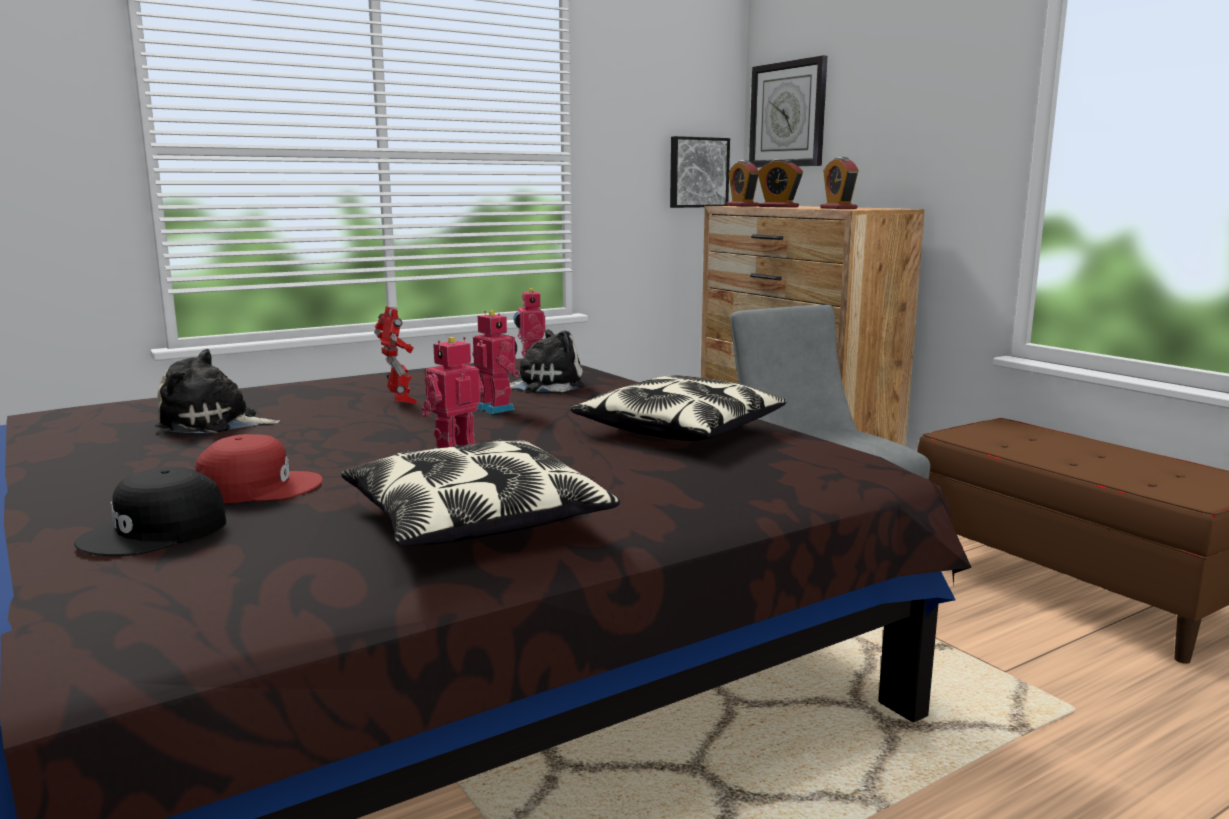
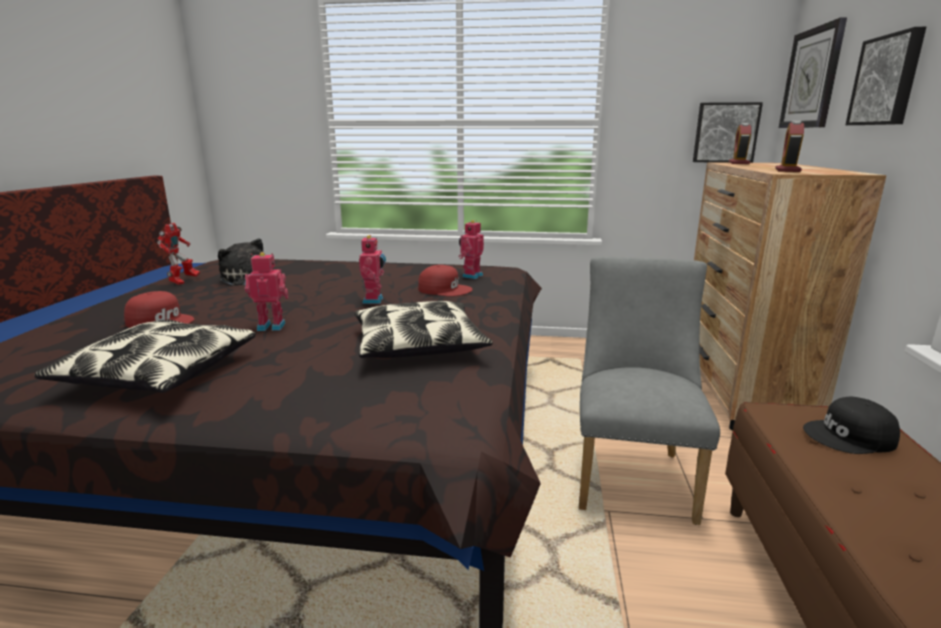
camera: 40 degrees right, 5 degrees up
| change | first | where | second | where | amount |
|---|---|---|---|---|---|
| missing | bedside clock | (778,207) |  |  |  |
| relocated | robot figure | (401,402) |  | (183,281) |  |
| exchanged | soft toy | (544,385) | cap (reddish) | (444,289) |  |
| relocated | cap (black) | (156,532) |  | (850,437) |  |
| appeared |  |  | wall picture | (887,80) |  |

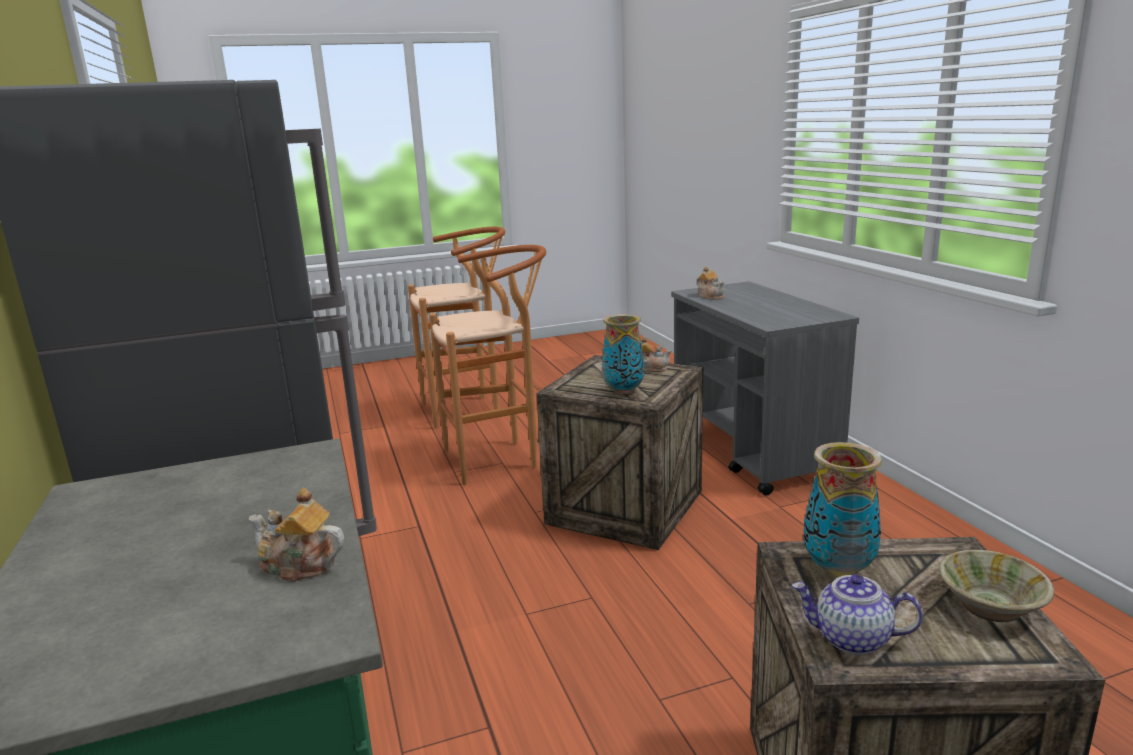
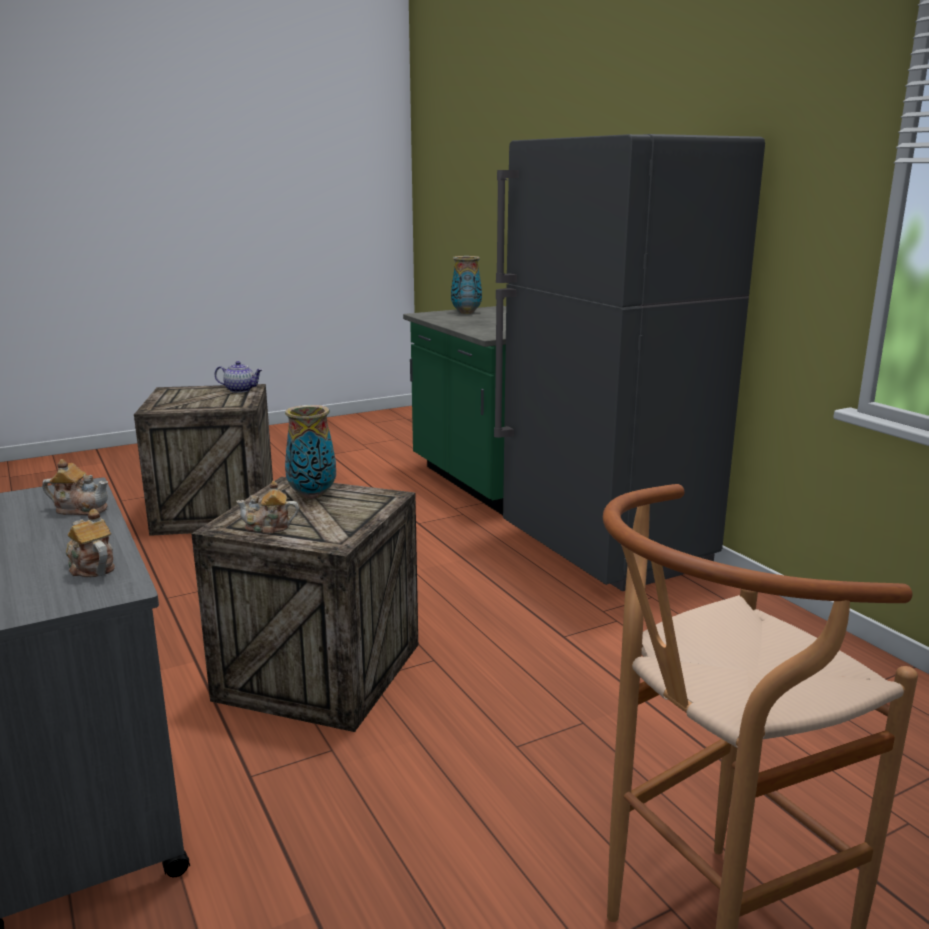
camera: 170 degrees right, 0 degrees up
| change | first | where | second | where | amount |
|---|---|---|---|---|---|
| missing | sitting stool (brown) | (500,459) |  |  |  |
| relocated | flower vase | (837,568) |  | (466,312) |  |
| relocated | teapot | (299,566) |  | (80,509) |  |
| missing | serving bowl (sand-coloured) | (990,607) |  |  |  |

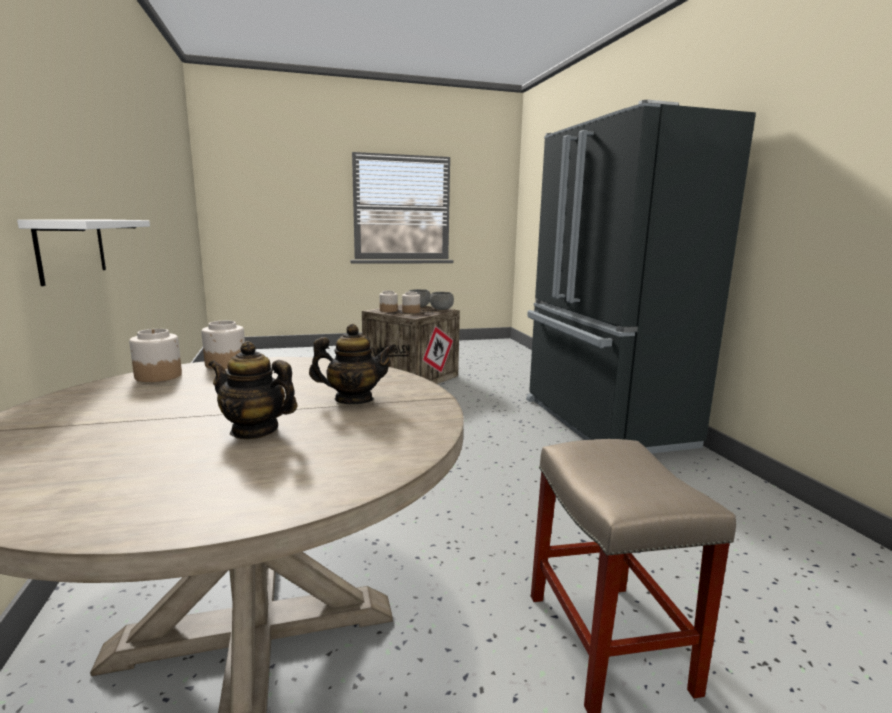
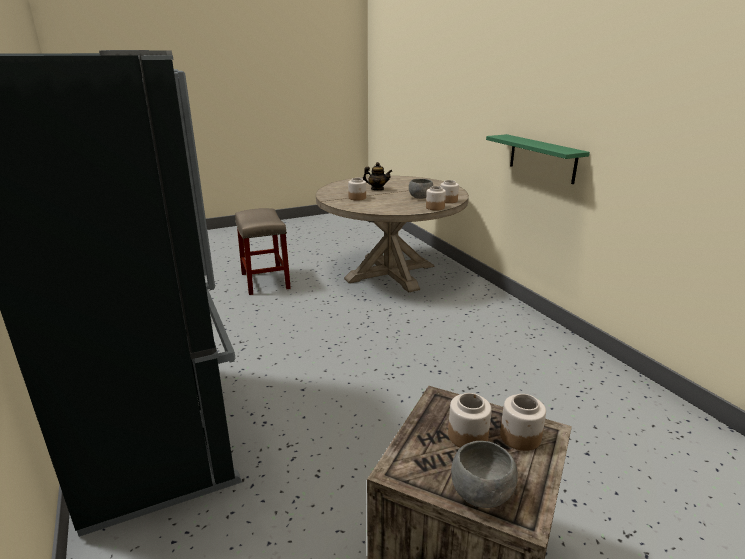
camera: 170 degrees right, 10 degrees up
| change | first | where | second | where | amount |
|---|---|---|---|---|---|
| colour | shelf (whitish) | (72,248) | shelf (greenish) | (542,158) |  |
| relocated | serving bowl (greyish) | (441,309) |  | (420,197) |  |
| exchanged | teapot | (353,400) | jar | (357,198) |  |

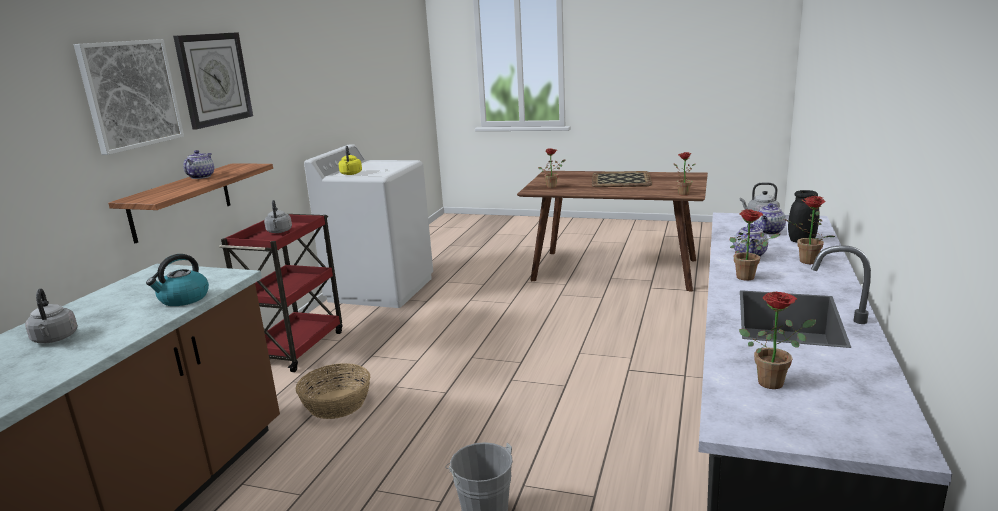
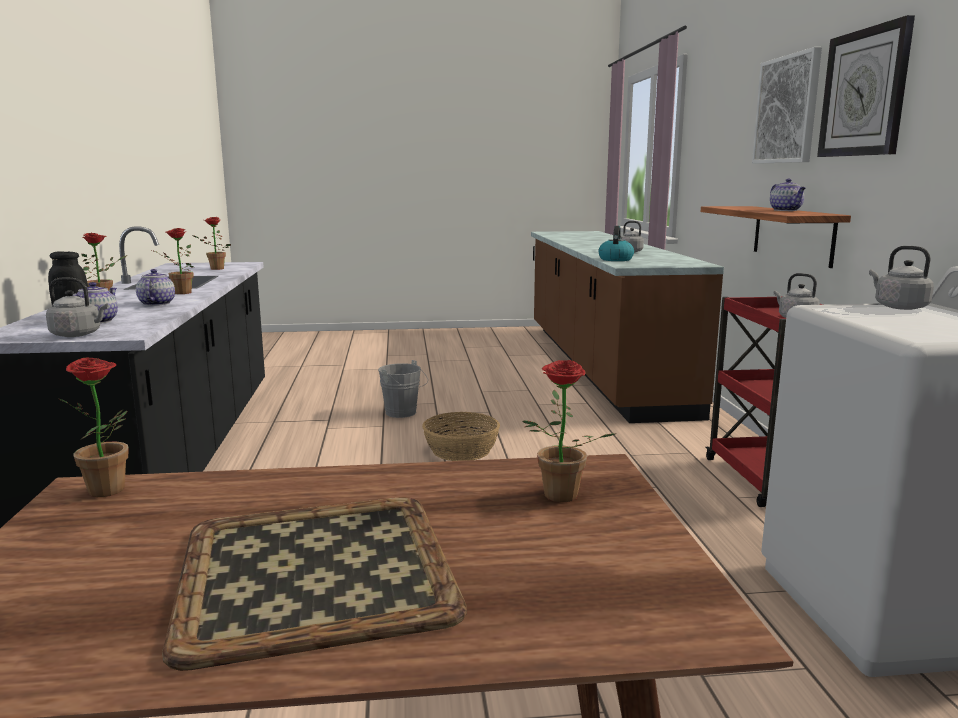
camera: 155 degrees right, 5 degrees down
| change | first | where | second | where | amount |
|---|---|---|---|---|---|
| colour | tea kettle (yellow-coloured) | (351,174) | tea kettle (greyish) | (898,307) |  |
| relocated | household basket | (336,404) |  | (461,450) |  |

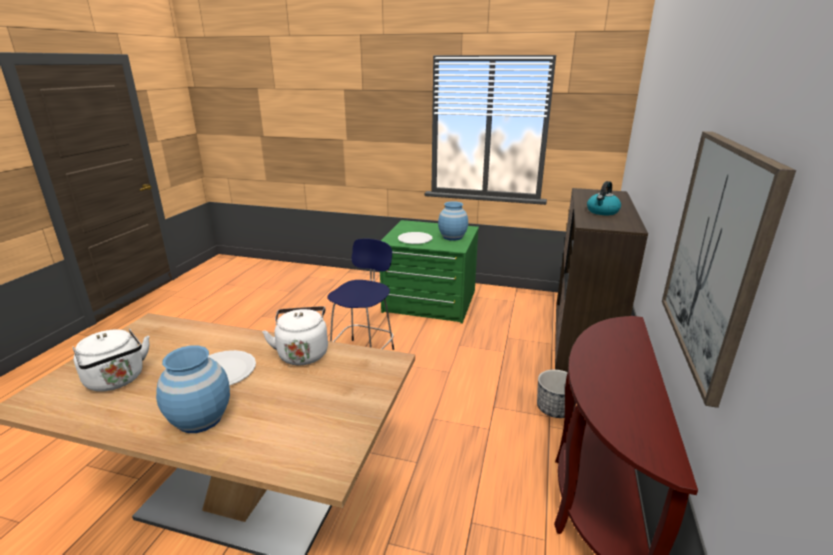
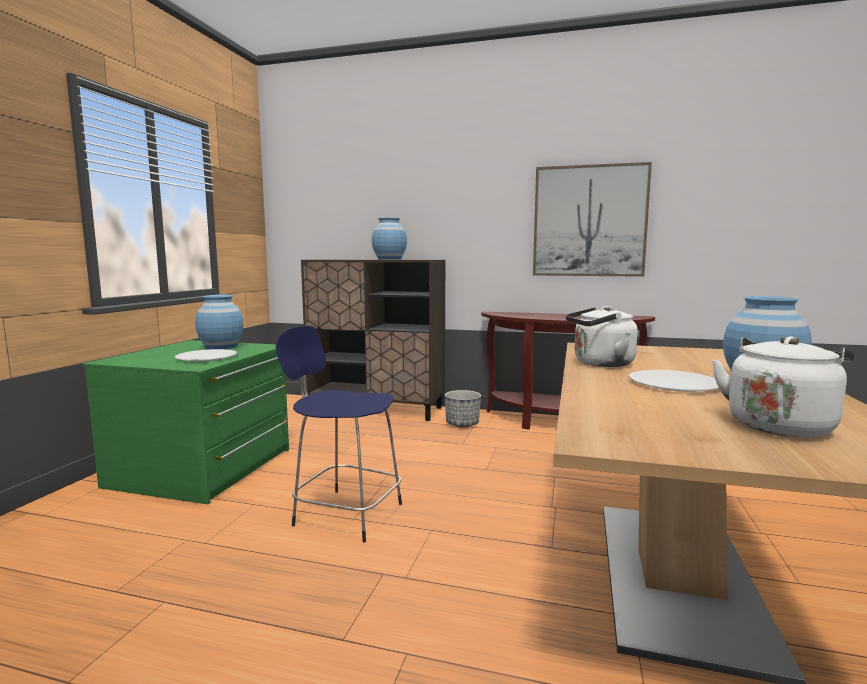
camera: 90 degrees left, 15 degrees down
| change | first | where | second | where | amount |
|---|---|---|---|---|---|
| exchanged | tea kettle | (602,212) | flower vase (blue) | (389,259) |  |

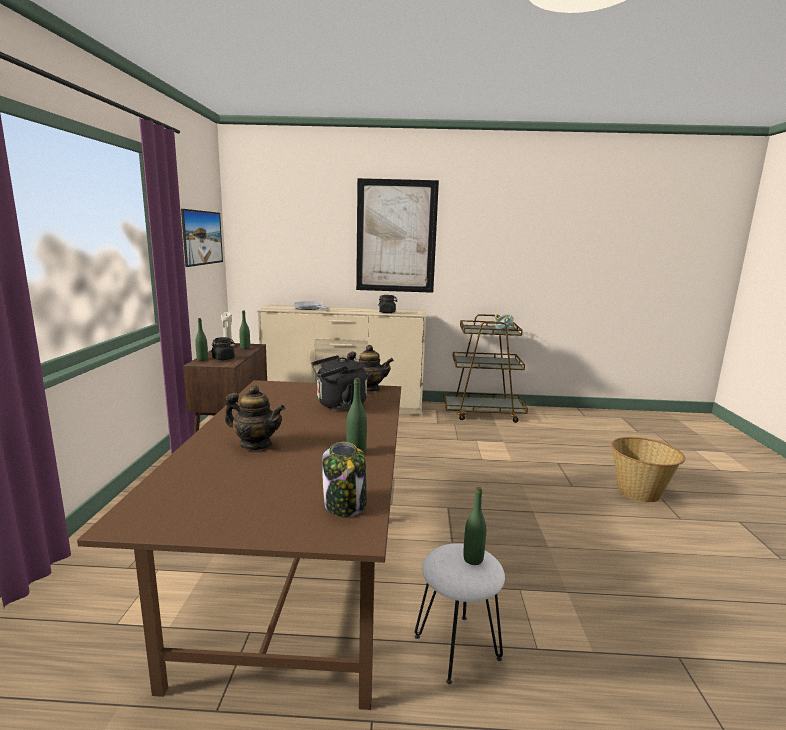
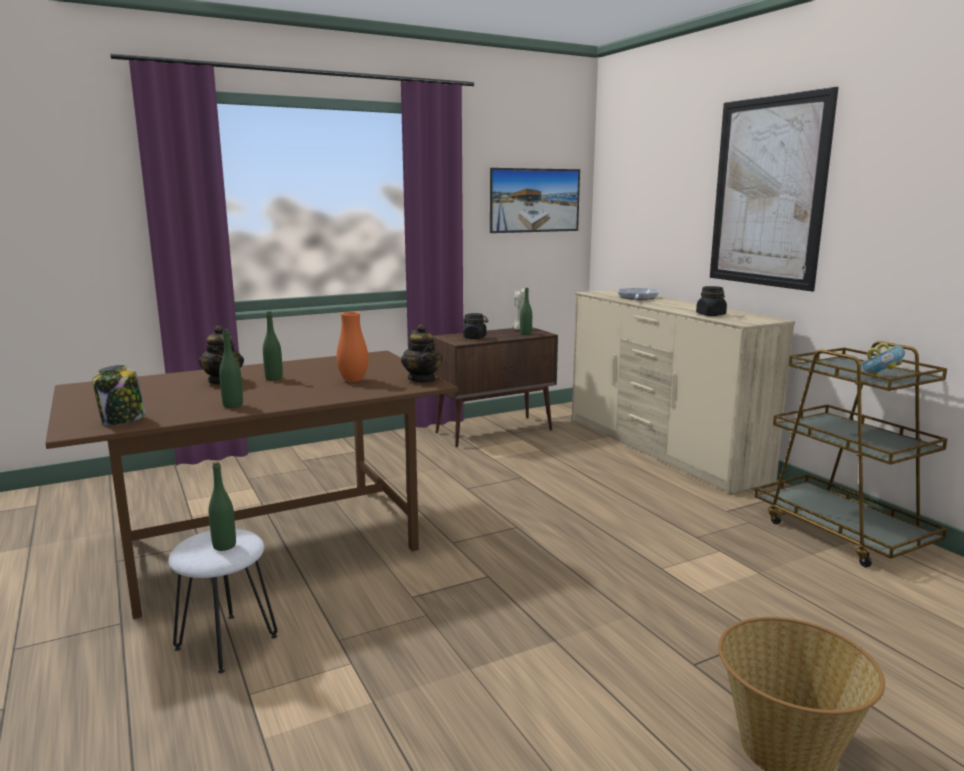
camera: 60 degrees right, 0 degrees up
| change | first | where | second | where | amount |
|---|---|---|---|---|---|
| relocated | drink bottle (greenish) | (202,359) |  | (274,378) |  |
| exchanged | tea kettle (black) | (338,405) | flower vase (orange) | (353,380) |  |

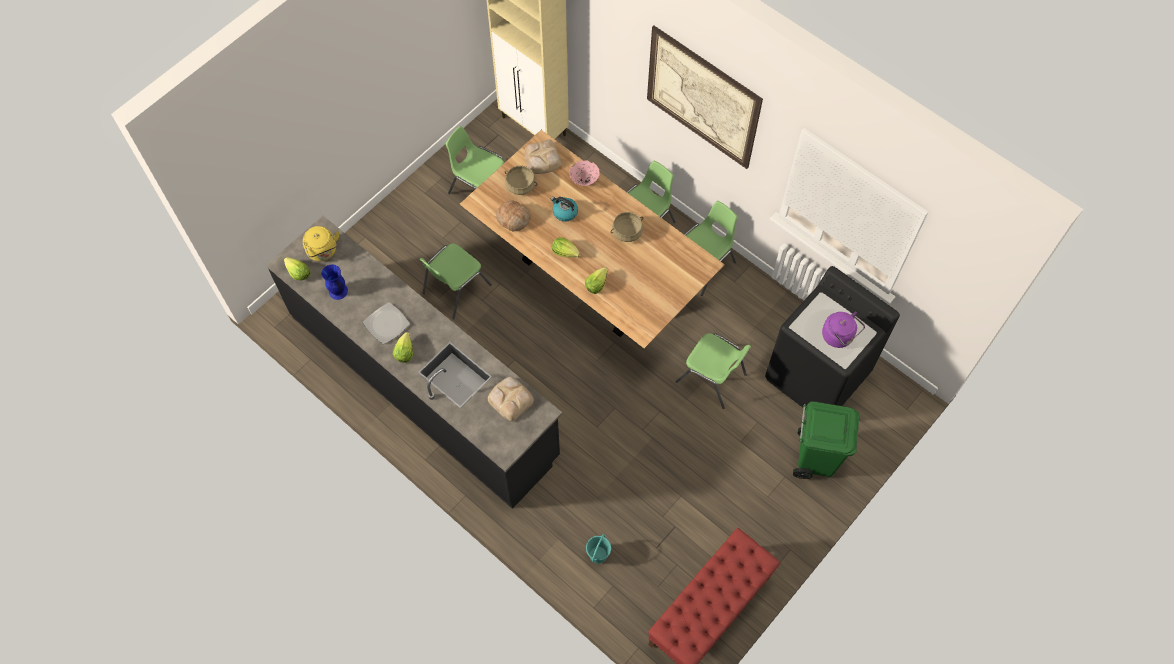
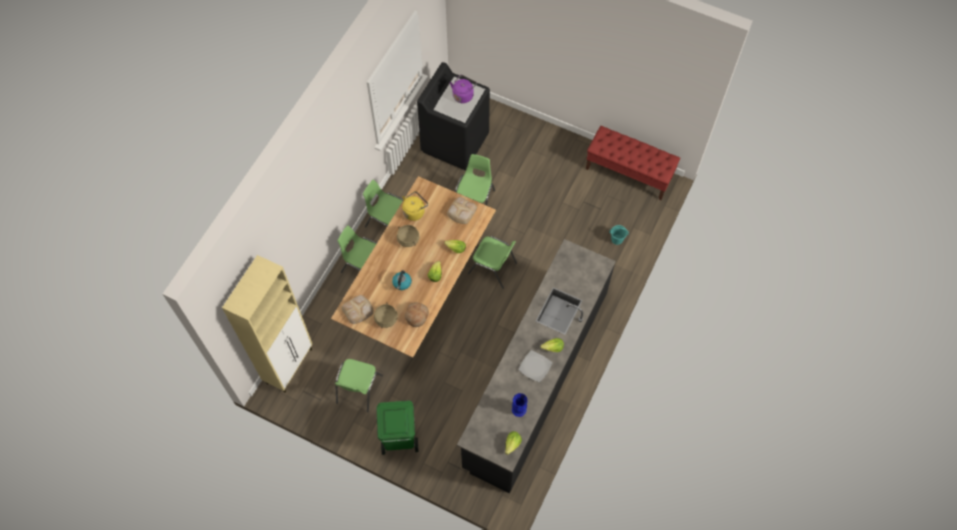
camera: 105 degrees left, 0 degrees up
| change | first | where | second | where | amount |
|---|---|---|---|---|---|
| missing | wall picture | (702,98) |  |  |  |
| missing | serving bowl (pink-coloured) | (584,179) |  |  |  |
| relocated | tea kettle (yellow-coloured) | (323,252) |  | (415,211) |  |
| relocated | upright chair (greenish) | (455,289) |  | (493,268) |  |
| relocated | baked bread | (510,399) |  | (461,211) |  |
| relocated | rubbish bin (greenish) | (815,457) |  | (399,439) |  |

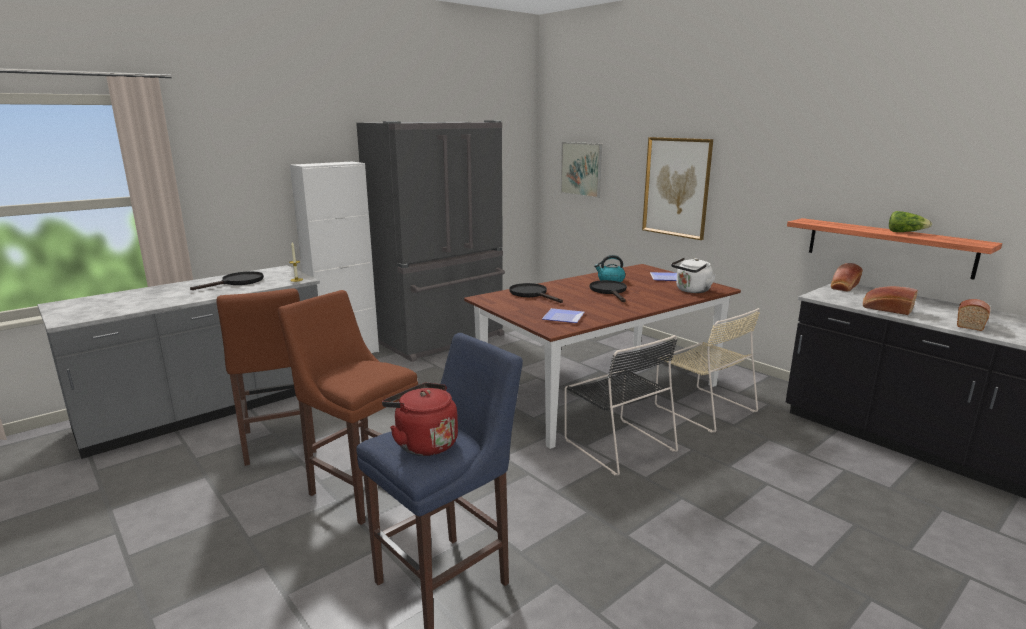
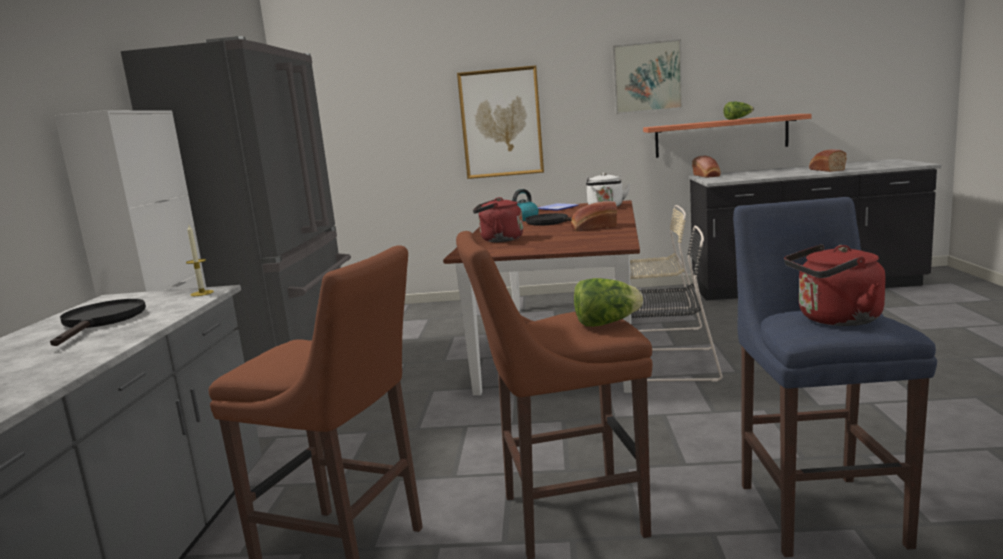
camera: 45 degrees left, 5 degrees down
| change | first | where | second | where | amount |
|---|---|---|---|---|---|
| relocated | wall picture | (581,169) |  | (647,77) |  |
| exchanged | skillet (black) | (532,294) | tea kettle (reddish) | (499,240) |  |
| relocated | baked bread | (886,309) |  | (593,228) |  |
| missing | flat dish | (564,318) |  |  |  |
| appeared |  |  | lettuce head | (606,323) |  |

